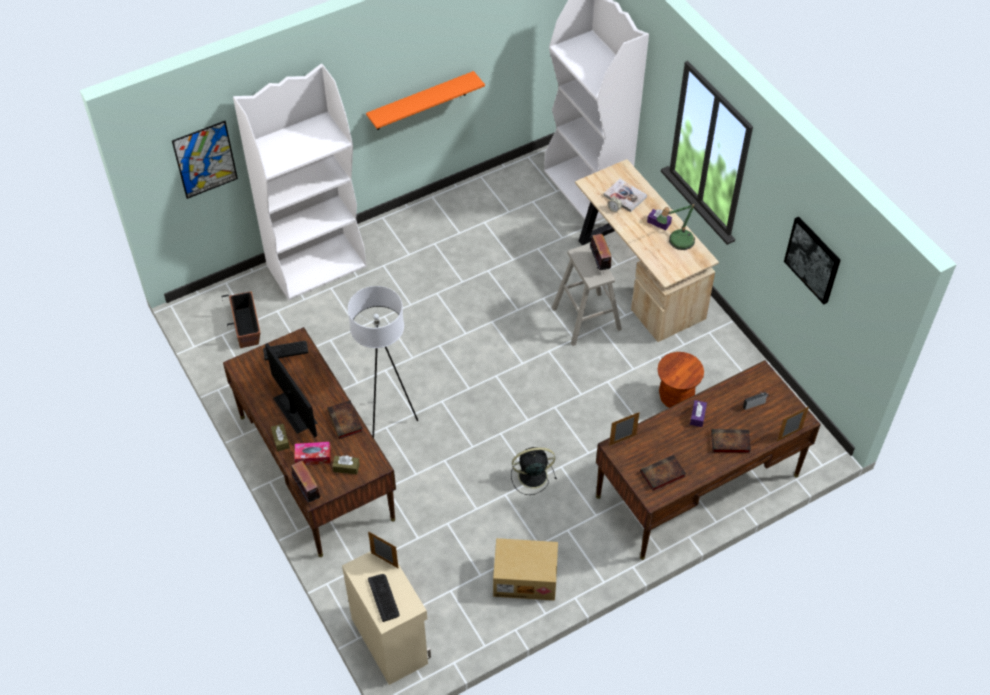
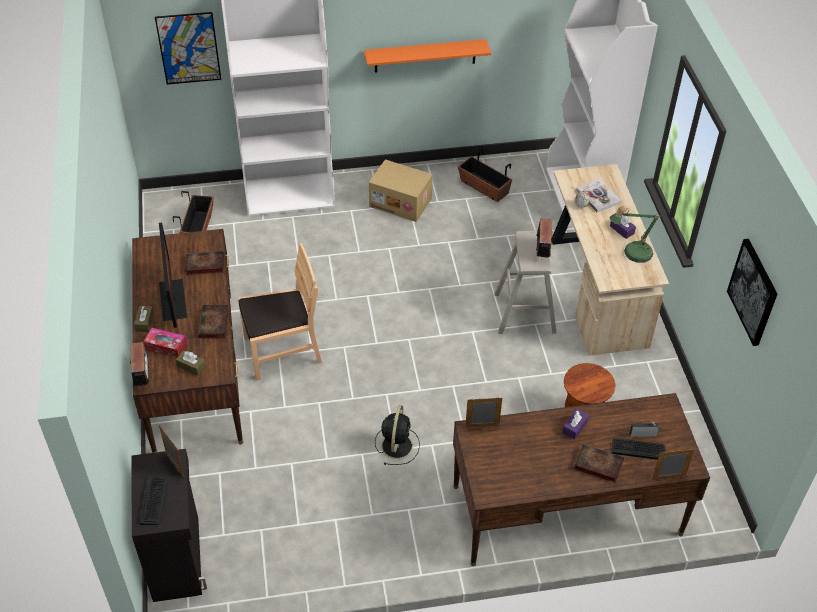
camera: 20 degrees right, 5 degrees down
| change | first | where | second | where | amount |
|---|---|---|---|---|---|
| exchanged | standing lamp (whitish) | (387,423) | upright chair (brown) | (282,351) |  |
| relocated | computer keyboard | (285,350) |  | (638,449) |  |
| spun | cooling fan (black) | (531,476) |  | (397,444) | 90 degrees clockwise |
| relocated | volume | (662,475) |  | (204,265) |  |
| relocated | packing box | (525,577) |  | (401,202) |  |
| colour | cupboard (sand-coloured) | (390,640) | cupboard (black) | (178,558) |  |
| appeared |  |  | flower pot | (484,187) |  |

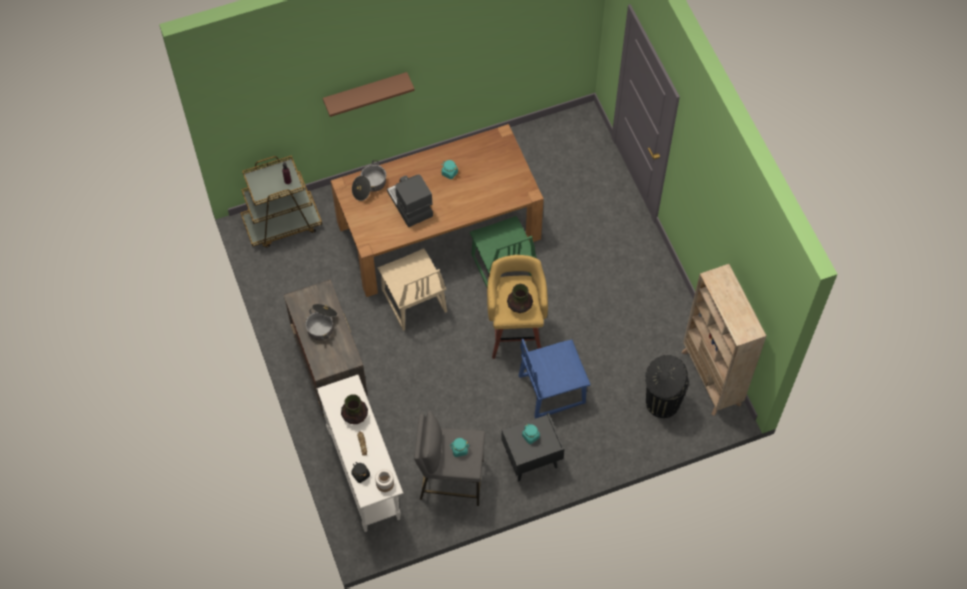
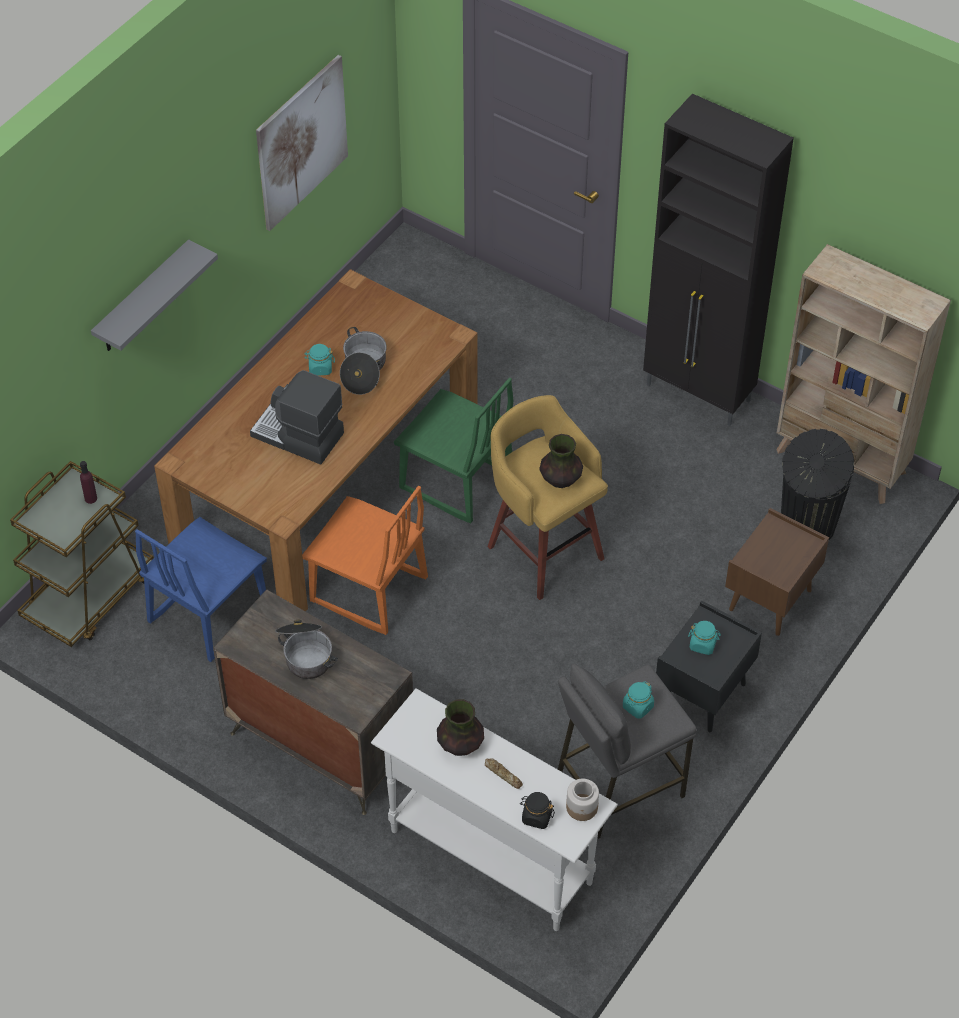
camera: 35 degrees left, 10 degrees down
| change | first | where | second | where | amount |
|---|---|---|---|---|---|
| colour | shelf (brown) | (365,92) | shelf (greyish) | (143,299) |  |
| relocated | cooking pot | (369,186) |  | (363,370) |  |
| colour | upright chair (sand-coloured) | (413,301) | upright chair (orange) | (368,591) |  |
| relocated | upright chair (blue) | (551,389) |  | (207,613) |  |
| appeared |  |  | wall picture | (301,142) |  |
| appeared |  |  | cupboard (black) | (699,394) |  |
| appeared |  |  | bedside table (brown) | (770,601) |  |

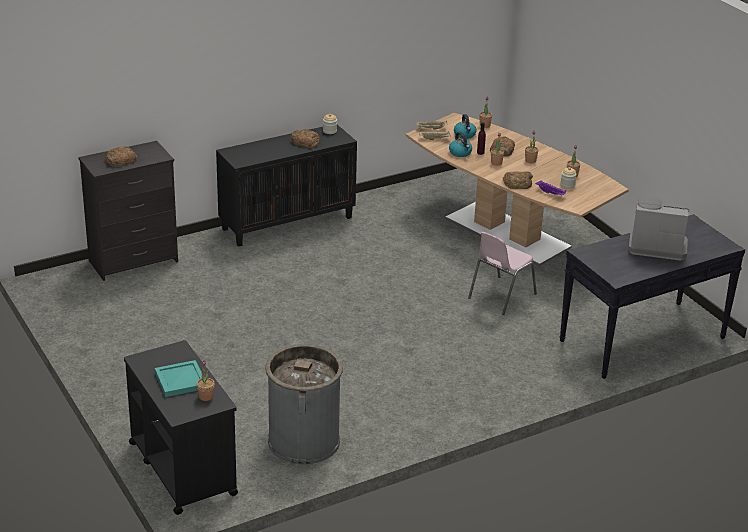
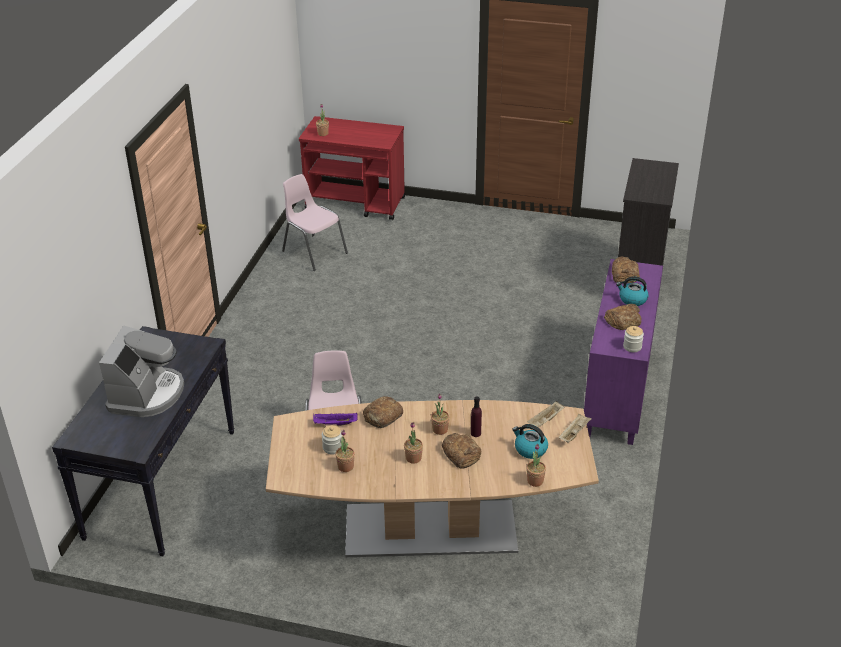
camera: 135 degrees right, 5 degrees up
| change | first | where | second | where | amount |
|---|---|---|---|---|---|
| colour | cupboard (black) | (287,222) | cupboard (purple-coloured) | (618,392) |  |
| relocated | tea kettle | (460,153) |  | (632,299) |  |
| relocated | baked bread | (120,160) |  | (624,274) |  |
| spun | coffee machine | (656,245) |  | (147,394) | 45 degrees counterclockwise |
| colour | trolley (black) | (182,468) | trolley (reddish) | (356,203) |  |
| exchanged | rubbish bin (greyish) | (303,441) | upright chair (pink-coloured) | (314,252) |  |
| missing | serving tray (turquoise-coloured) | (180,381) |  |  |  |

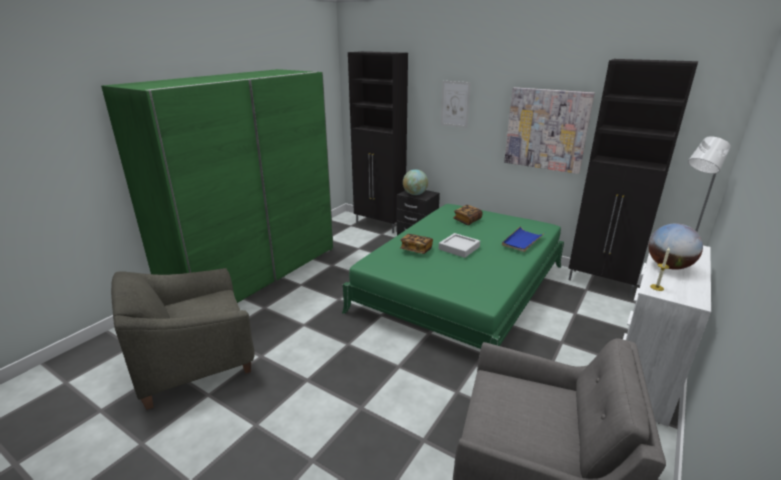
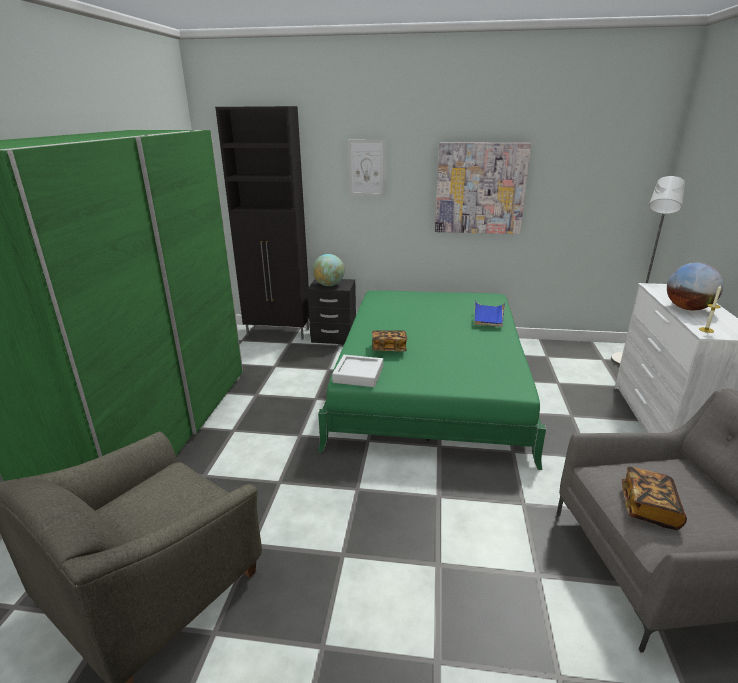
camera: 25 degrees left, 0 degrees up
| change | first | where | second | where | amount |
|---|---|---|---|---|---|
| missing | cupboard (black) | (601,283) |  |  |  |
| relocated | volume | (467,220) |  | (648,508) |  |
| relocated | serving tray (greyish) | (459,248) |  | (358,374) |  |

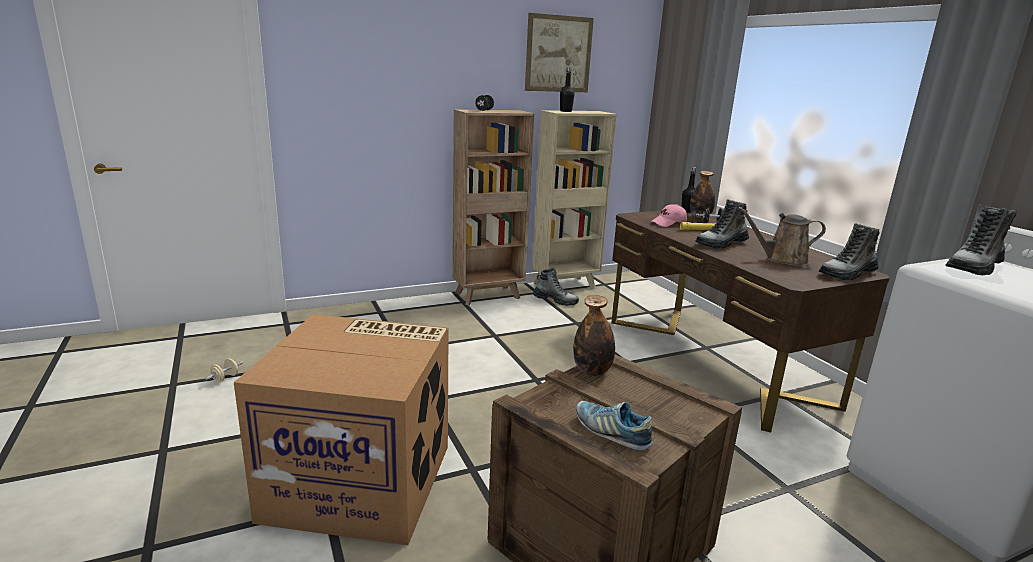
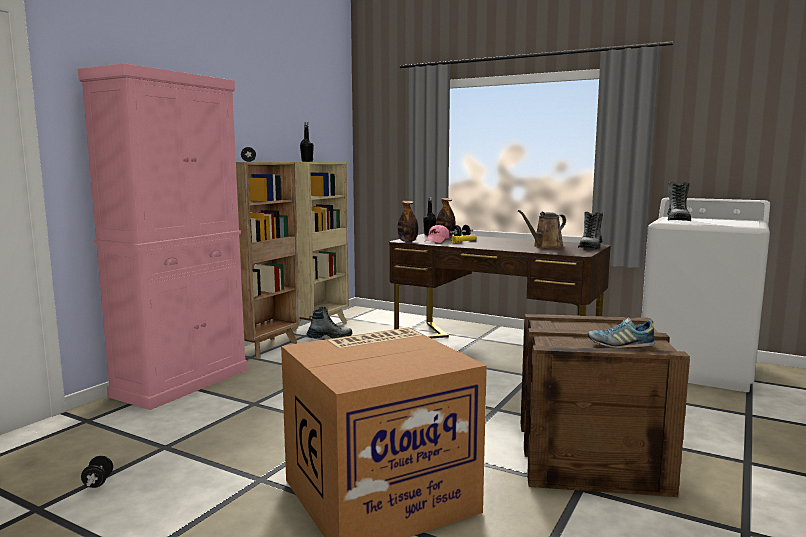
camera: 35 degrees left, 10 degrees down
| change | first | where | second | where | amount |
|---|---|---|---|---|---|
| missing | wall picture | (558,54) |  |  |  |
| missing | tall boot | (721,244) |  |  |  |
| relocated | drink bottle | (592,371) |  | (407,241) |  |
| colour | hand weight (sand-coloured) | (225,378) | hand weight (black) | (98,482) |  |
| appeared |  |  | cupboard (pink-coloured) | (182,382) |  |

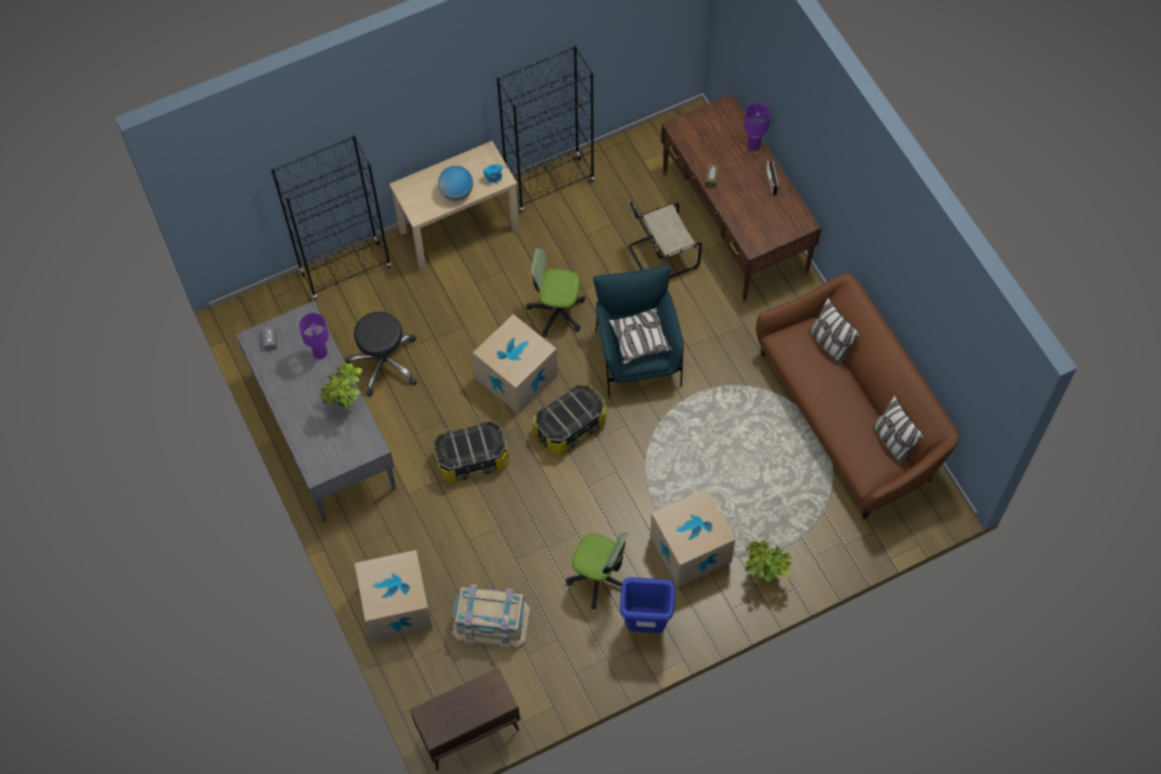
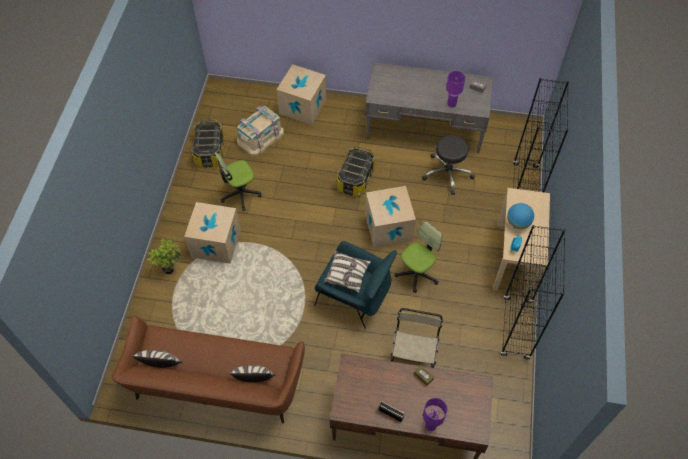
camera: 125 degrees right, 5 degrees down
| change | first | where | second | where | amount |
|---|---|---|---|---|---|
| missing | houseplant | (346,404) |  |  |  |
| relocated | storage container | (570,427) |  | (209,151) |  |
| missing | rubbish bin (blue) | (646,624) |  |  |  |
| missing | cupboard (brown) | (468,733) |  |  |  |

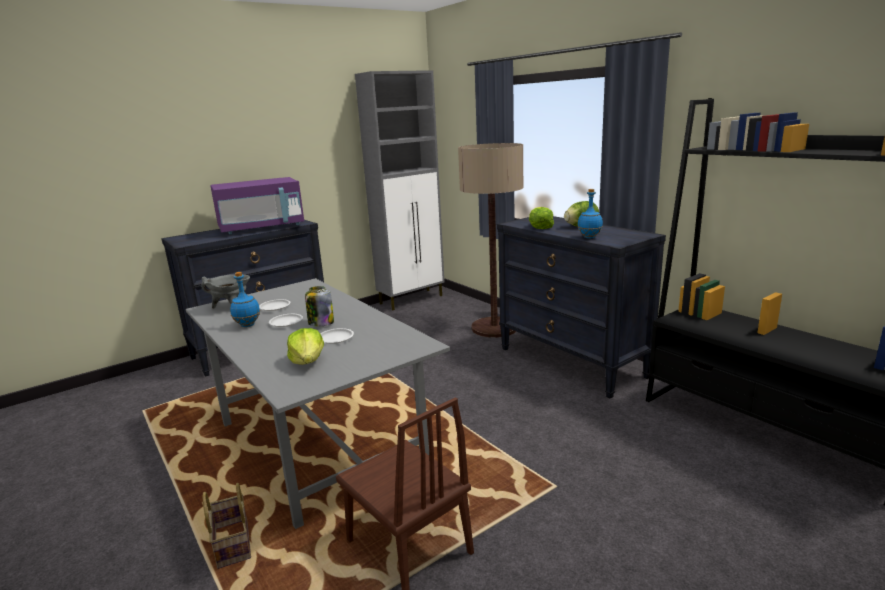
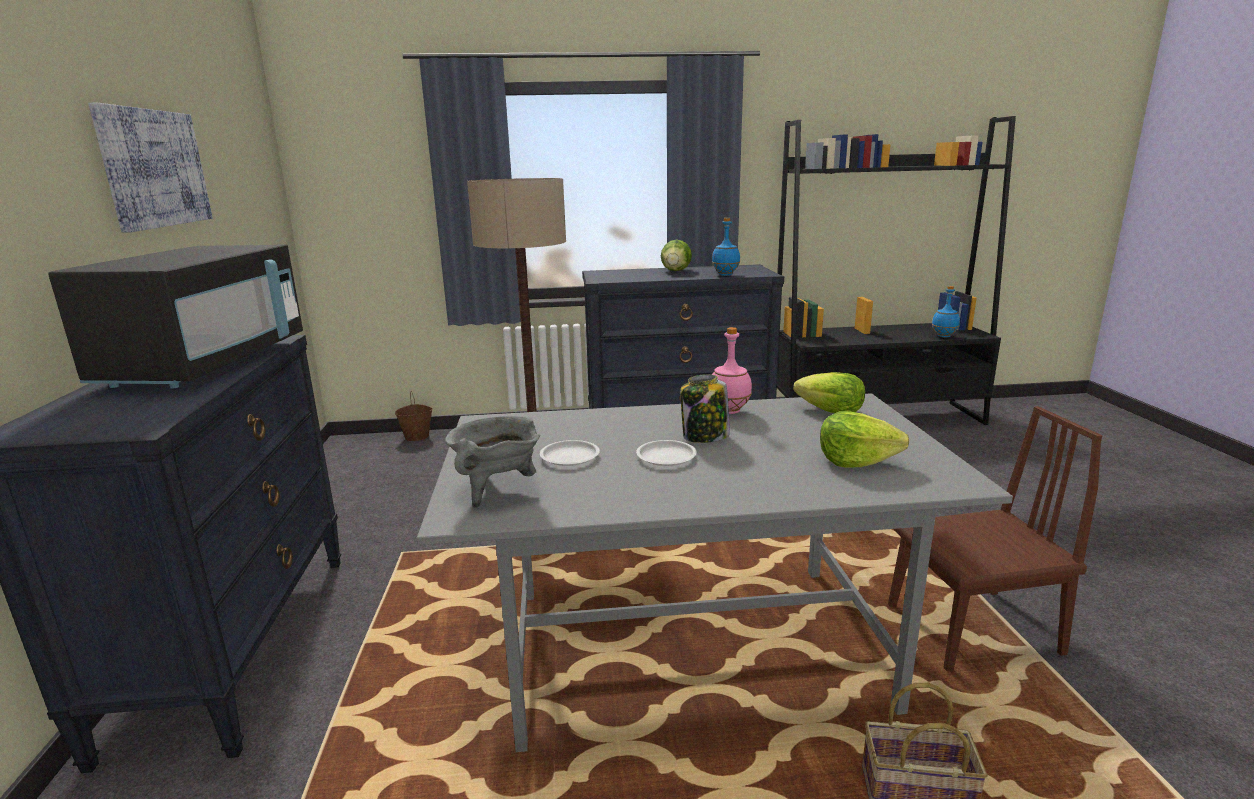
camera: 60 degrees left, 0 degrees up
| change | first | where | second | where | amount |
|---|---|---|---|---|---|
| missing | cupboard (greyish) | (412,299) |  |  |  |
| colour | microwave oven (purple-coloured) | (262,228) | microwave oven (black) | (208,364) |  |
| relocated | lettuce head | (540,227) |  | (830,411) |  |
| relocated | drink bottle (blue) | (247,325) |  | (943,336) |  |
| missing | flat dish (whitish) | (336,338) |  |  |  |
| appeared |  |  | wall picture | (154,168) |  |
| appeared |  |  | drink bottle (pink-coloured) | (729,411) |  |
| appeared |  |  | pail (brown) | (417,436) |  |

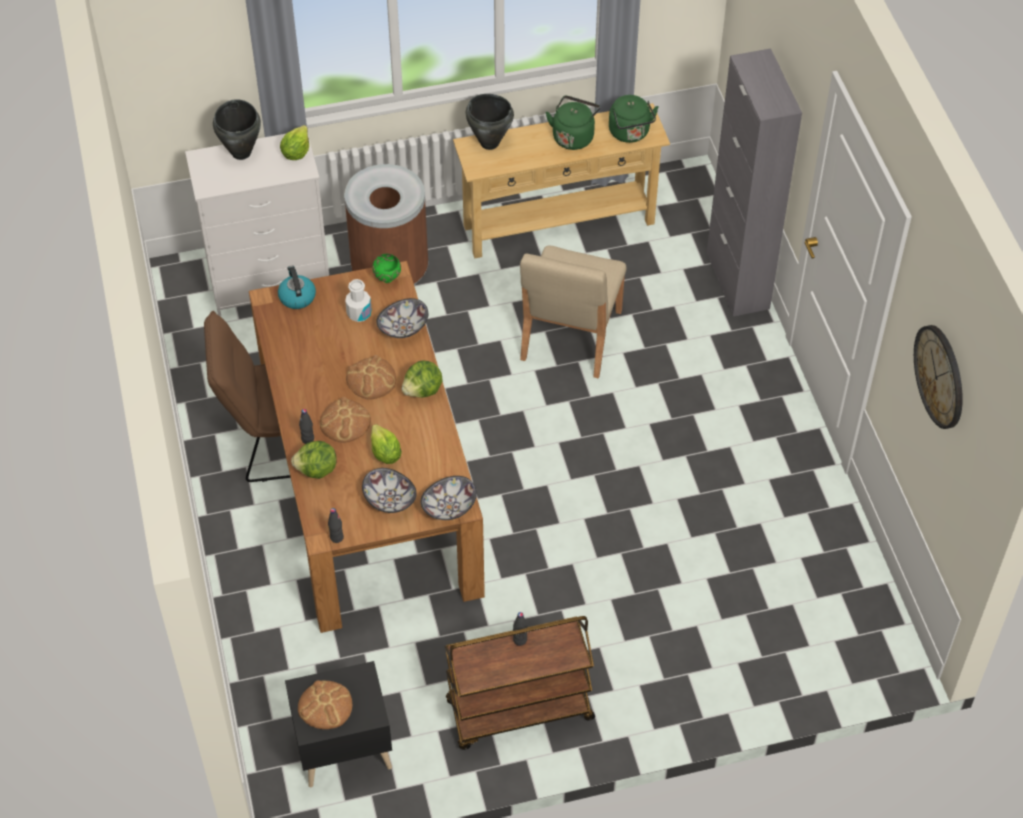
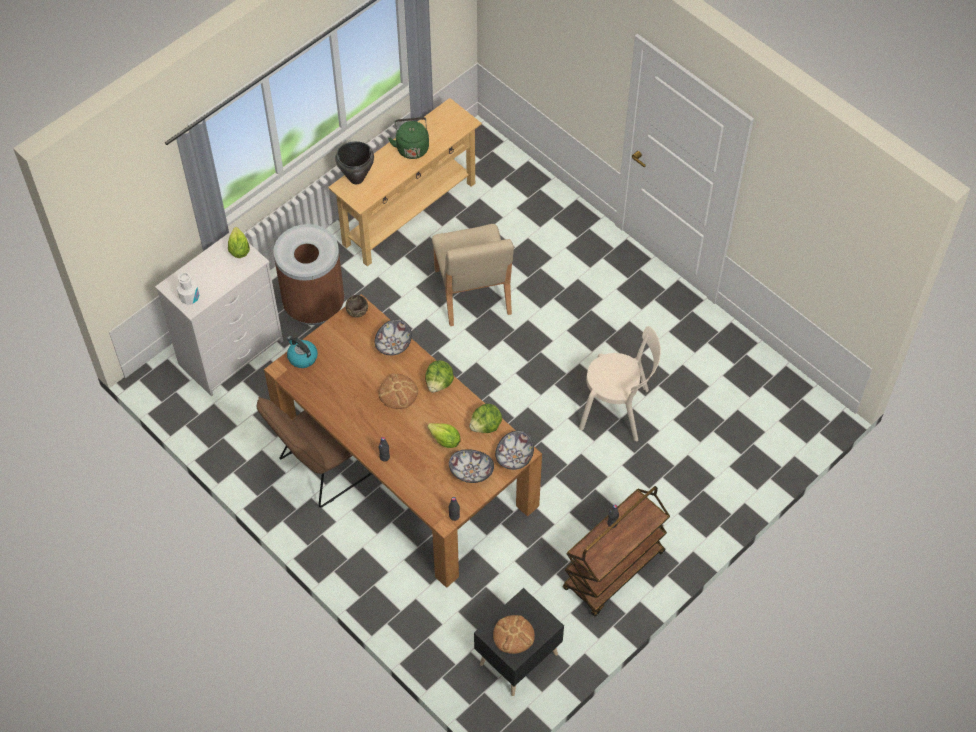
camera: 30 degrees left, 5 degrees up
| change | first | where | second | where | amount |
|---|---|---|---|---|---|
| missing | cupboard (greyish) | (737,281) |  |  |  |
| missing | tea kettle (greenish) | (630,133) |  |  |  |
| missing | cooking pot (black) | (241,152) |  |  |  |
| colour | serving bowl (greenish) | (387,279) | serving bowl (brown) | (357,314) |  |
| relocated | drink bottle (whitish) | (359,313) |  | (189,297) |  |
| missing | wall clock | (940,376) |  |  |  |
| missing | baked bread | (345,422) |  |  |  |
| relocated | lettuce head | (317,470) |  | (486,426) |  |
| appeared |  |  | upright chair (sand-coloured) | (618,410) |  |

